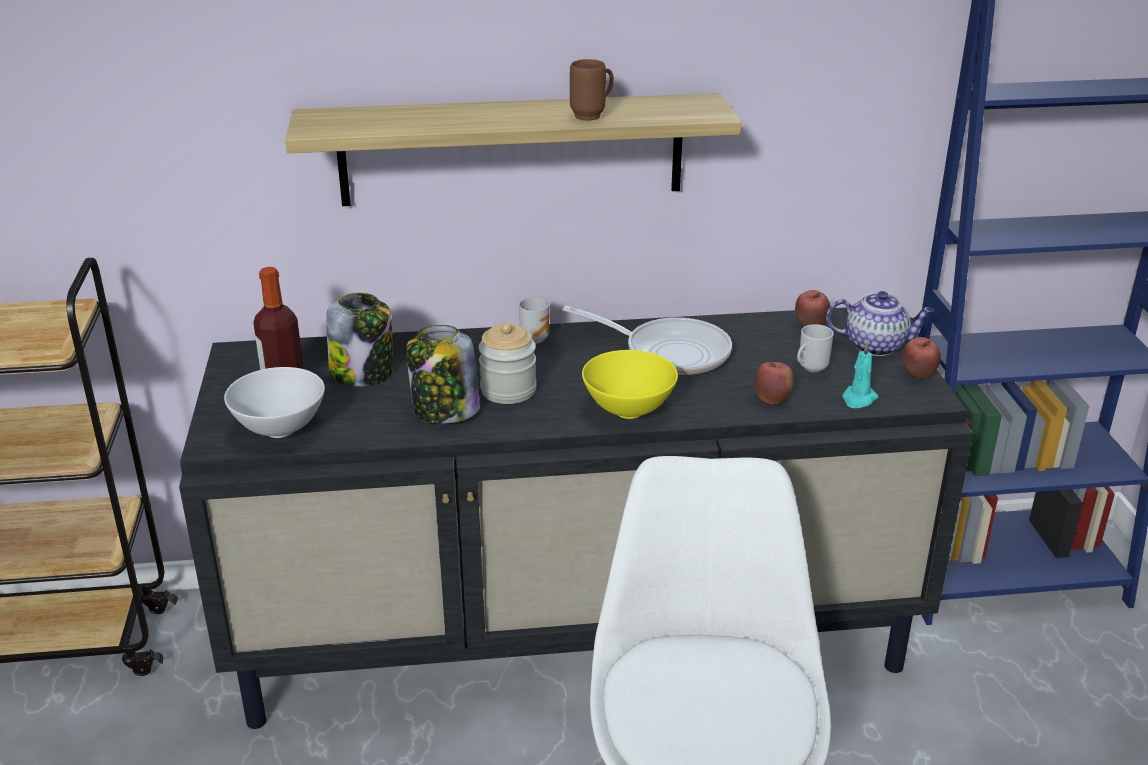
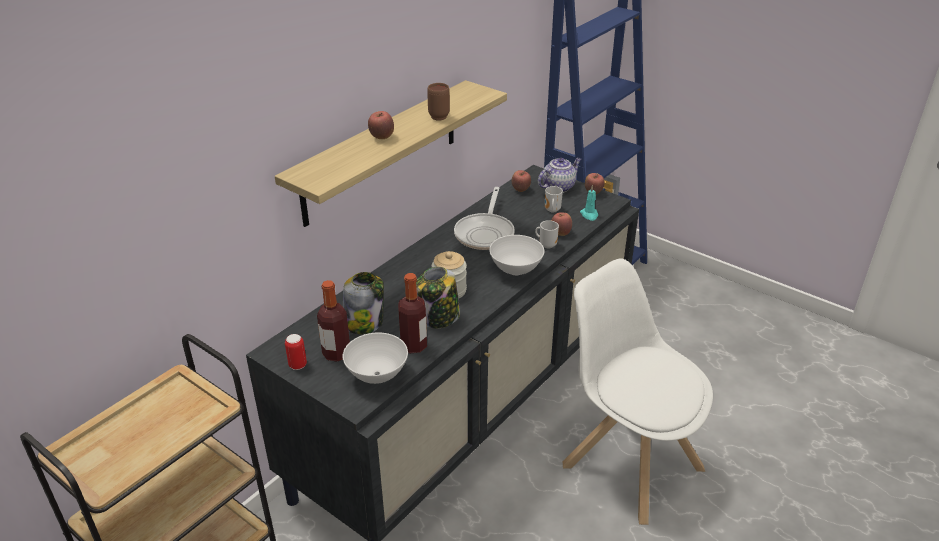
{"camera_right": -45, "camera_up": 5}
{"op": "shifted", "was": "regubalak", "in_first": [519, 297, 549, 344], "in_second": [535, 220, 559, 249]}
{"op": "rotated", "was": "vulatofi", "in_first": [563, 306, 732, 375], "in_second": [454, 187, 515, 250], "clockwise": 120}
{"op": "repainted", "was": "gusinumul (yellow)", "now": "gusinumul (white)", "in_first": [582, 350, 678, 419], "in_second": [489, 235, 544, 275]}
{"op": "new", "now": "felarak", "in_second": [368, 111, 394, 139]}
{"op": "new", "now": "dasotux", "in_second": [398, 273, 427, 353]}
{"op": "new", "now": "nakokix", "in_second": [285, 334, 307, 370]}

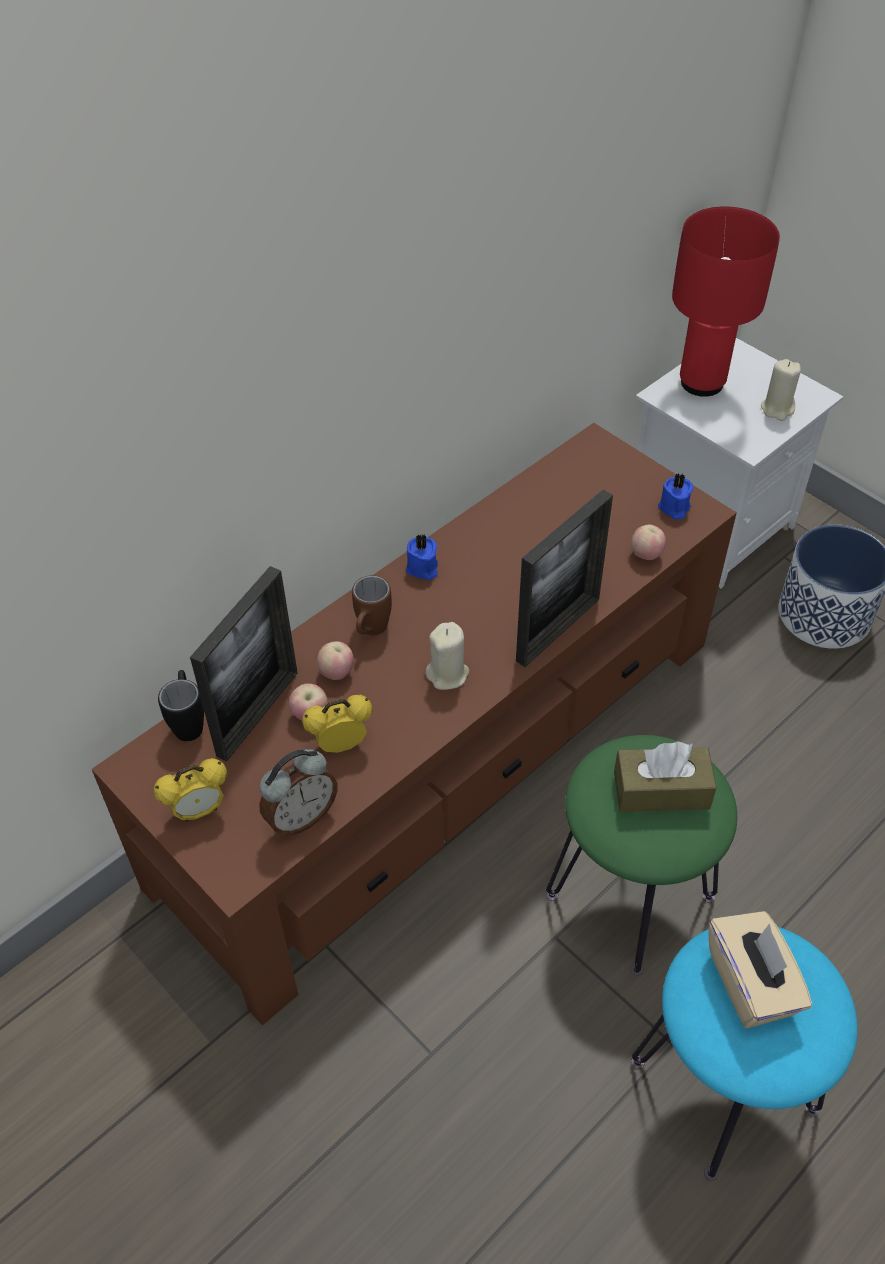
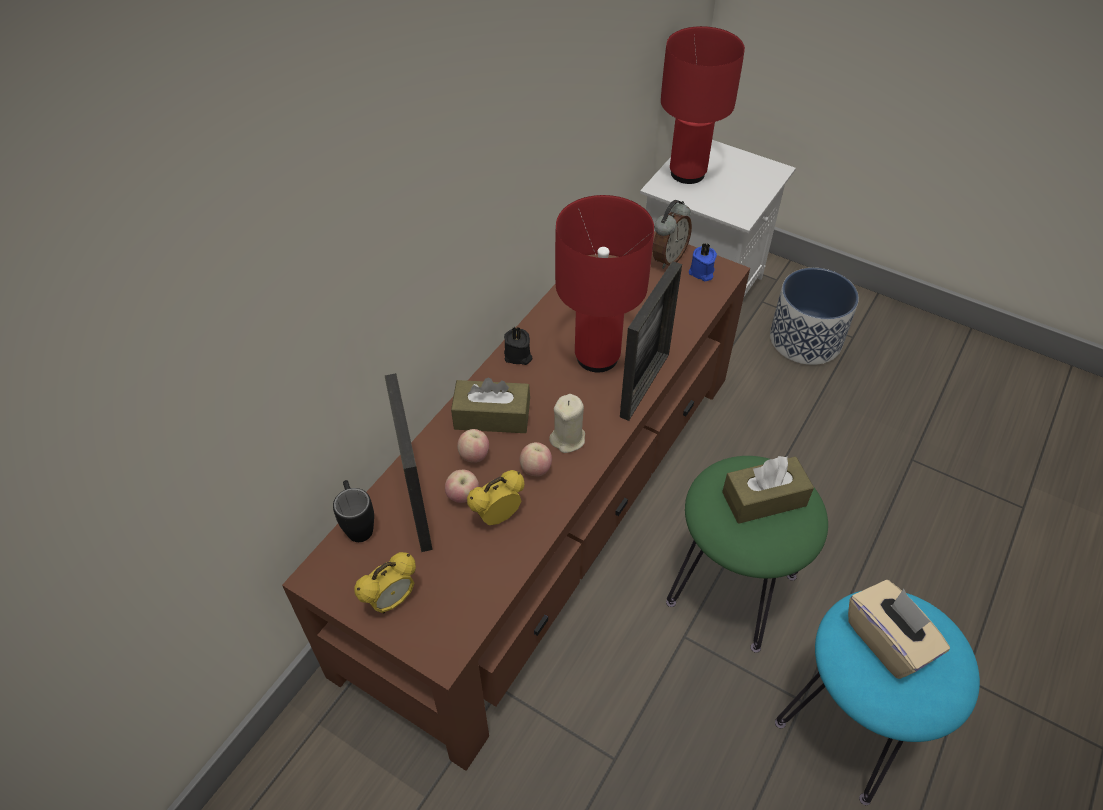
{"camera_right": -15, "camera_up": 0}
{"op": "gone", "was": "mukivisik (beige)", "in_first": [761, 359, 801, 421]}
{"op": "shifted", "was": "felarak", "in_first": [631, 525, 666, 560], "in_second": [520, 442, 552, 476]}
{"op": "repainted", "was": "mukivisik (blue)", "now": "mukivisik (black)", "in_first": [406, 534, 438, 580], "in_second": [504, 326, 532, 365]}
{"op": "rotated", "was": "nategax", "in_first": [190, 566, 298, 762], "in_second": [385, 373, 433, 552], "clockwise": 150}
{"op": "swapped", "was": "regubalak (brown)", "now": "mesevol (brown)", "in_first": [352, 575, 392, 635], "in_second": [451, 377, 530, 433]}
{"op": "shifted", "was": "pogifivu", "in_first": [259, 749, 337, 836], "in_second": [652, 200, 692, 269]}
{"op": "new", "now": "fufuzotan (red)", "in_second": [555, 195, 654, 372]}

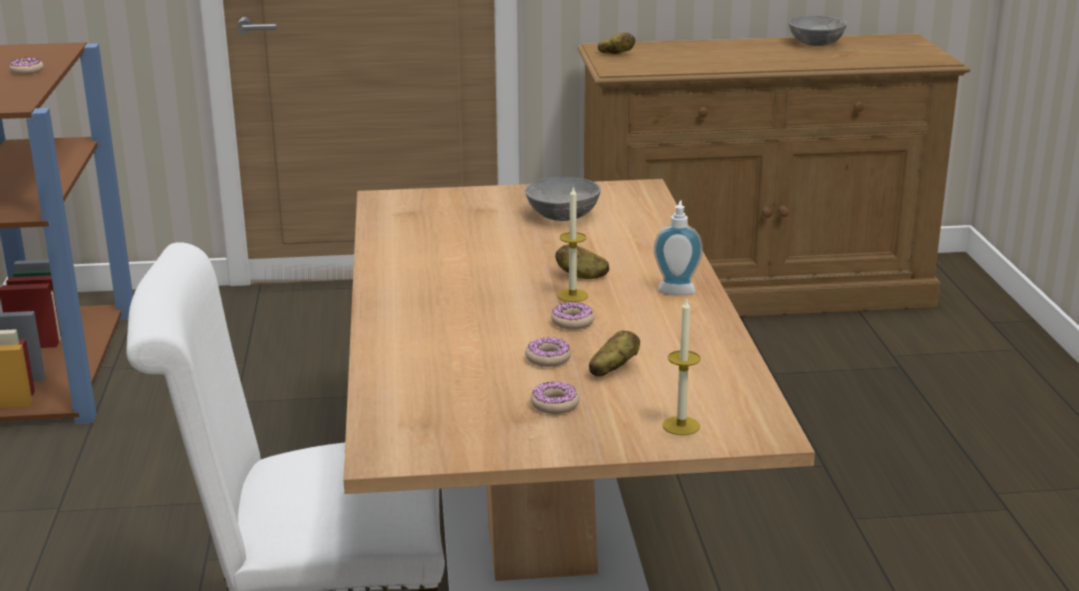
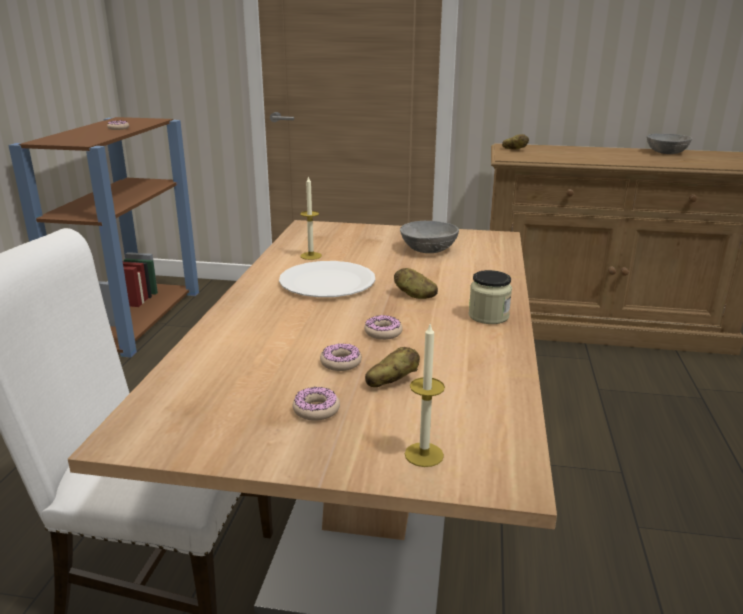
{"camera_right": 15, "camera_up": 0}
{"op": "shifted", "was": "mukivisik", "in_first": [557, 187, 588, 302], "in_second": [300, 176, 322, 260]}
{"op": "swapped", "was": "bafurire", "now": "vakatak", "in_first": [654, 201, 703, 295], "in_second": [469, 270, 512, 324]}
{"op": "new", "now": "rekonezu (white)", "in_second": [279, 261, 375, 297]}

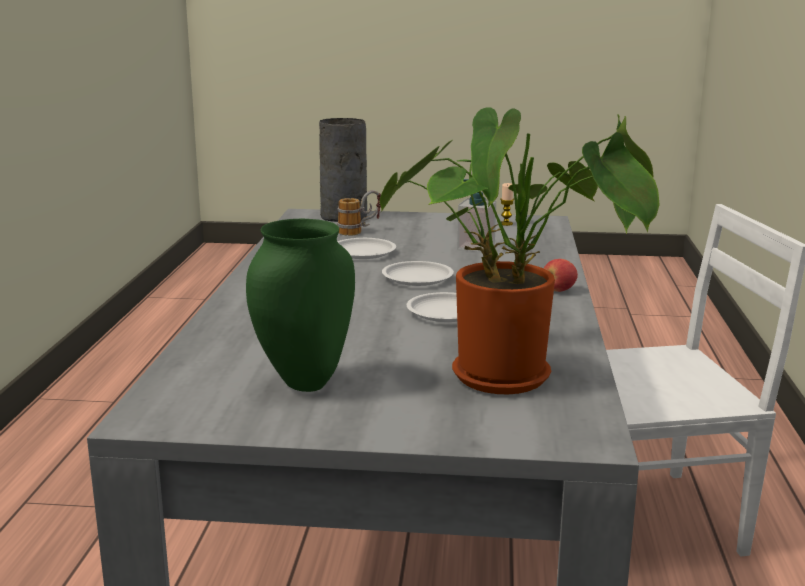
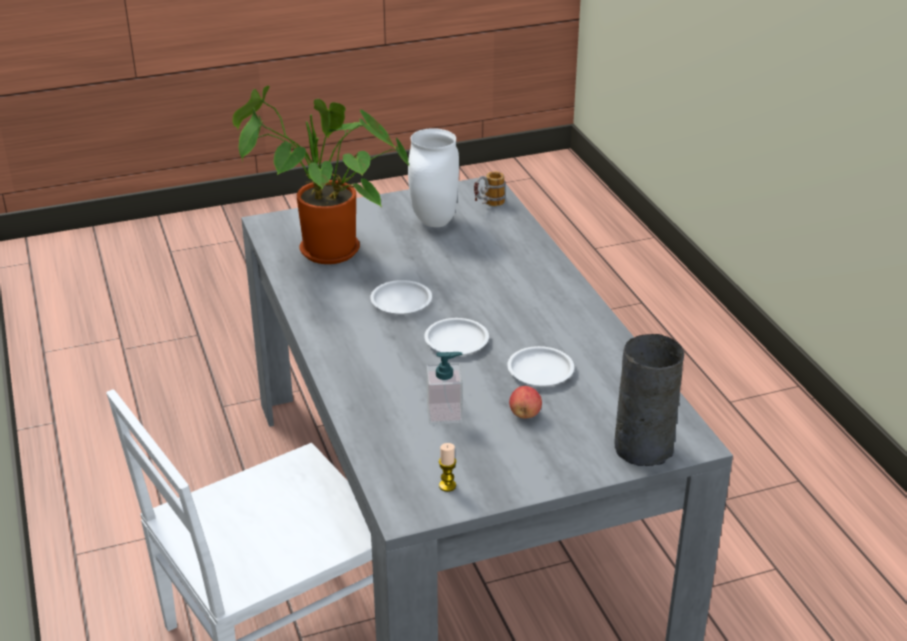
{"camera_right": 155, "camera_up": 15}
{"op": "shifted", "was": "regubalak", "in_first": [337, 190, 381, 236], "in_second": [474, 172, 506, 206]}
{"op": "repainted", "was": "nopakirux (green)", "now": "nopakirux (white)", "in_first": [246, 219, 355, 392], "in_second": [408, 128, 459, 227]}
{"op": "shifted", "was": "felarak", "in_first": [544, 259, 578, 292], "in_second": [509, 386, 542, 419]}

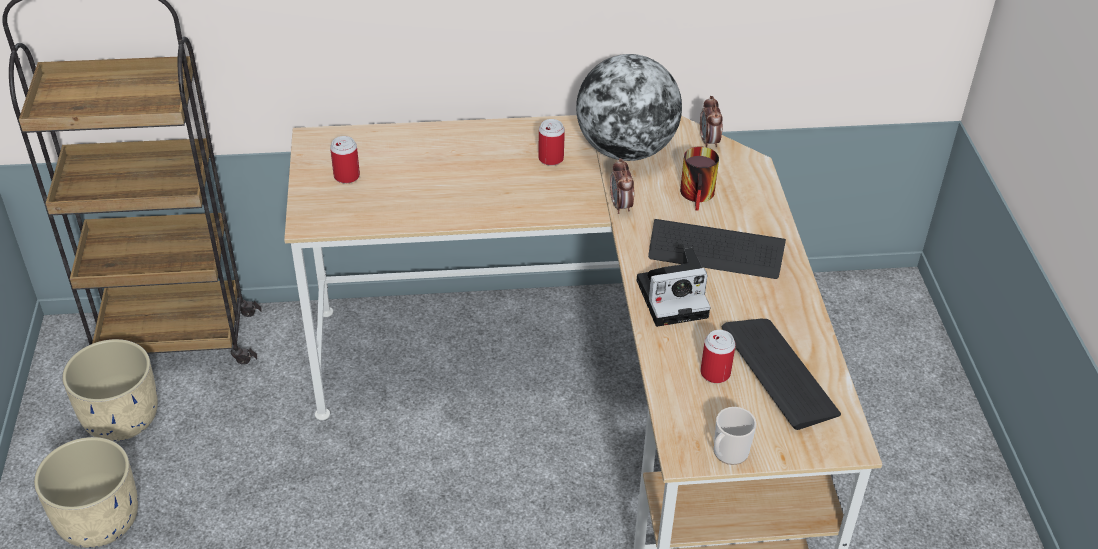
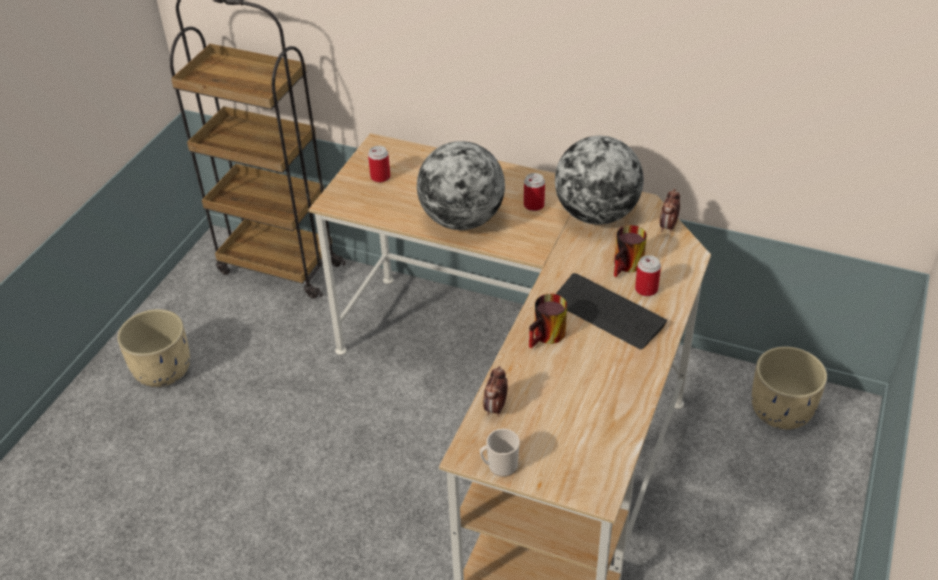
{"camera_right": 30, "camera_up": 0}
{"op": "shifted", "was": "pogifivu", "in_first": [610, 158, 634, 214], "in_second": [483, 366, 508, 416]}
{"op": "swapped", "was": "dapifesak", "now": "regubalak", "in_first": [637, 248, 710, 327], "in_second": [529, 294, 567, 348]}
{"op": "gone", "was": "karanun", "in_first": [722, 319, 841, 430]}
{"op": "shifted", "was": "nakokix", "in_first": [700, 330, 736, 383], "in_second": [635, 255, 661, 296]}
{"op": "shifted", "was": "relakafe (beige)", "in_first": [62, 339, 158, 441], "in_second": [752, 346, 827, 429]}
{"op": "new", "now": "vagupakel", "in_second": [417, 141, 505, 230]}

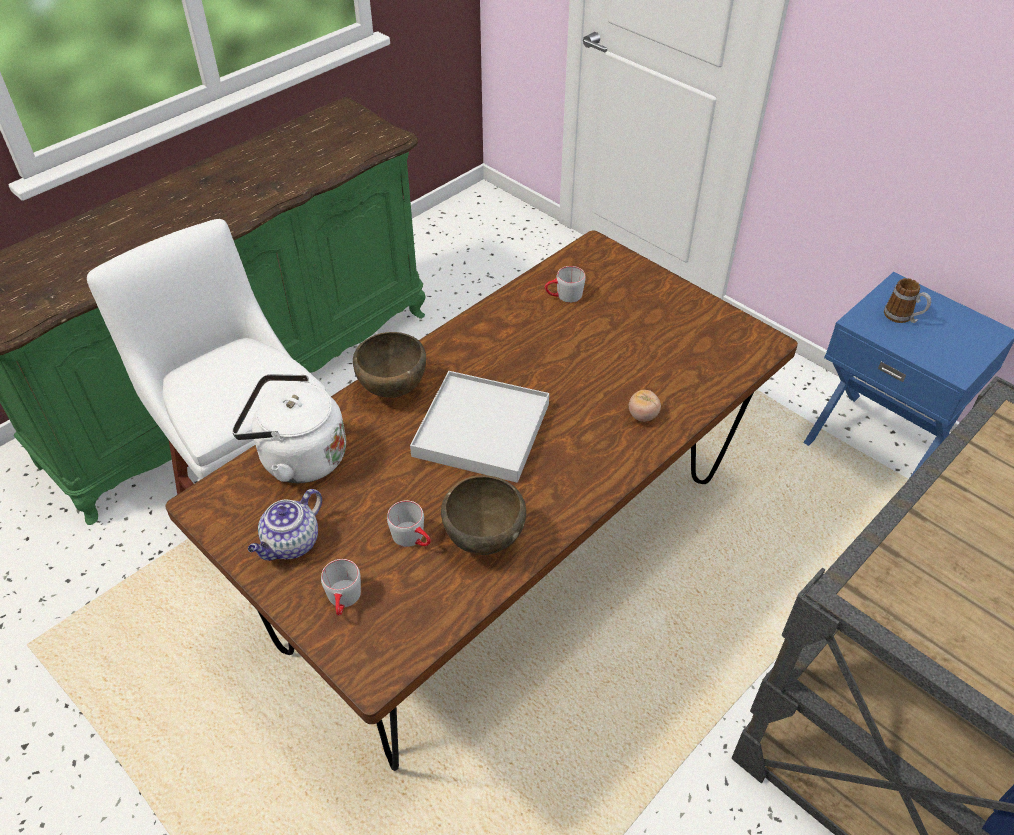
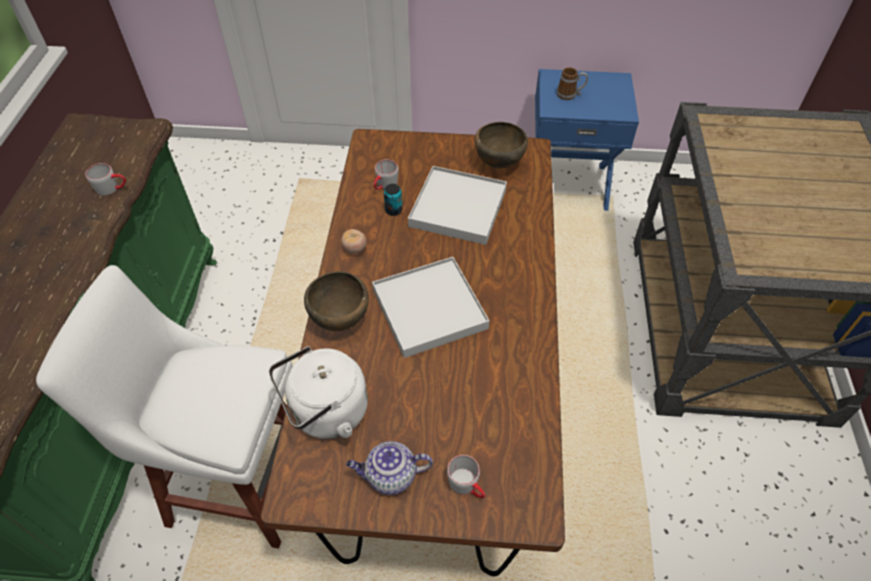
{"camera_right": -40, "camera_up": 5}
{"op": "shifted", "was": "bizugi", "in_first": [629, 390, 661, 422], "in_second": [341, 229, 367, 254]}
{"op": "shifted", "was": "gusinumul (brown)", "in_first": [441, 475, 526, 555], "in_second": [475, 122, 528, 168]}
{"op": "rotated", "was": "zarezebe", "in_first": [248, 489, 322, 561], "in_second": [346, 441, 433, 495], "clockwise": 90}
{"op": "shifted", "was": "regubalak (grey)", "in_first": [387, 500, 431, 547], "in_second": [86, 163, 126, 196]}
{"op": "new", "now": "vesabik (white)", "in_second": [408, 166, 507, 245]}
{"op": "new", "now": "nakokix", "in_second": [384, 184, 402, 216]}

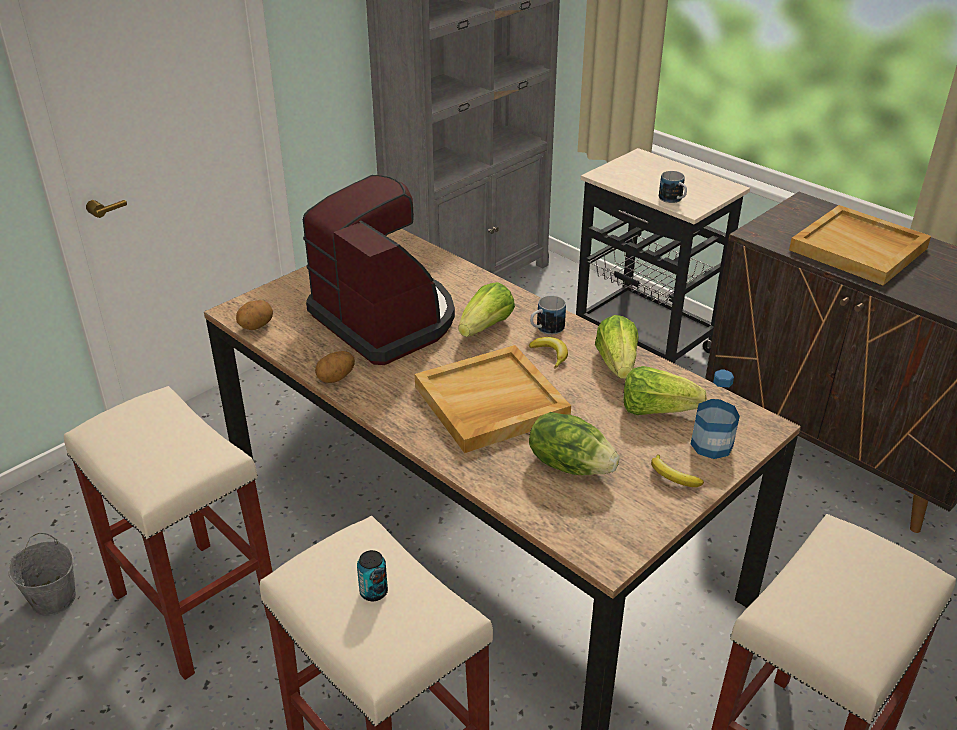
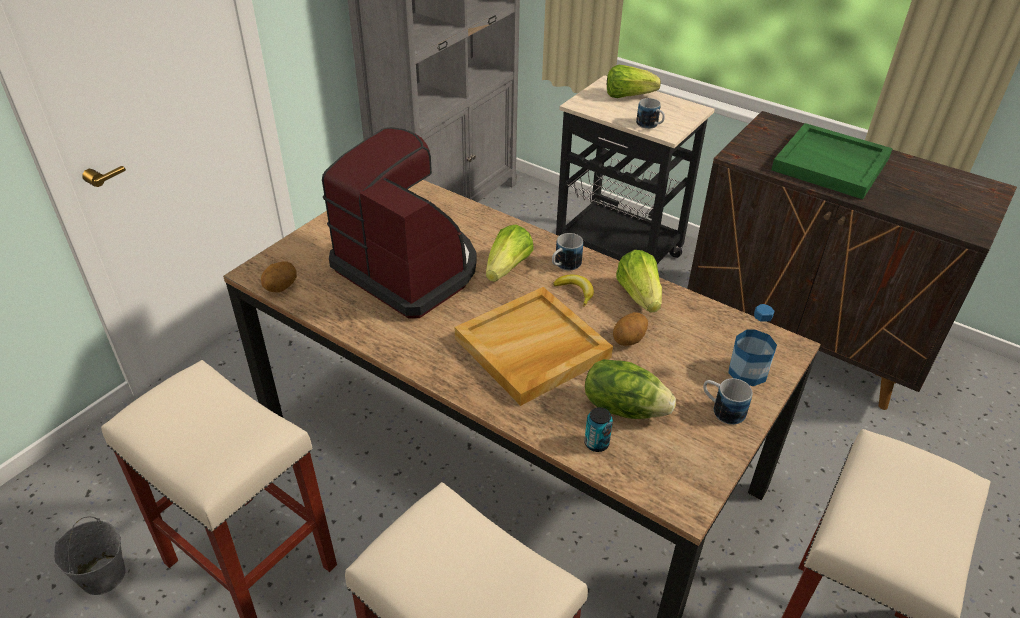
{"camera_right": -10, "camera_up": 5}
{"op": "repainted", "was": "vesabik (beige)", "now": "vesabik (green)", "in_first": [789, 205, 931, 286], "in_second": [771, 123, 893, 199]}
{"op": "shifted", "was": "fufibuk", "in_first": [315, 351, 355, 383], "in_second": [613, 312, 648, 346]}
{"op": "shifted", "was": "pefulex", "in_first": [623, 366, 707, 415], "in_second": [607, 65, 661, 98]}
{"op": "swapped", "was": "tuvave", "now": "regubalak", "in_first": [651, 454, 704, 487], "in_second": [703, 378, 753, 425]}
{"op": "shifted", "was": "nakokix", "in_first": [357, 550, 388, 601], "in_second": [584, 407, 613, 452]}

